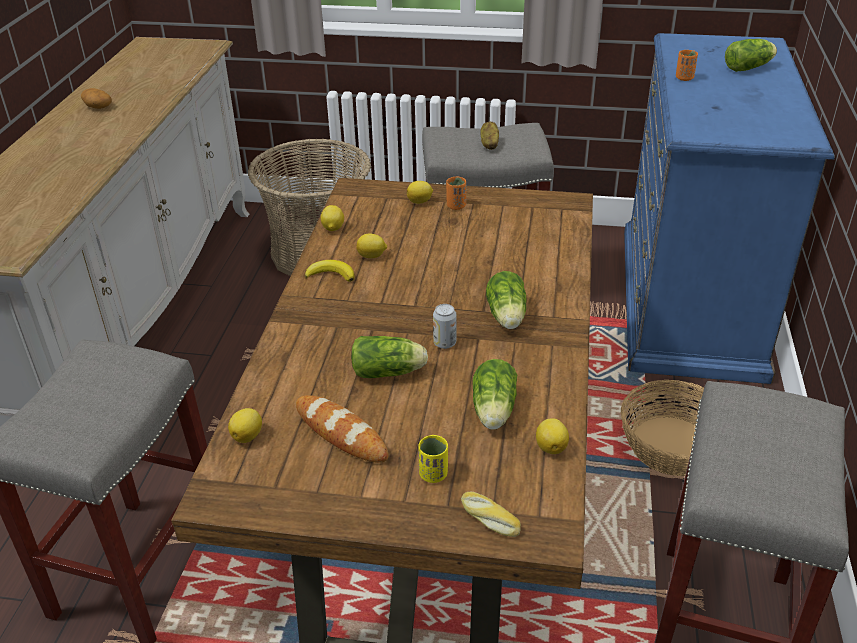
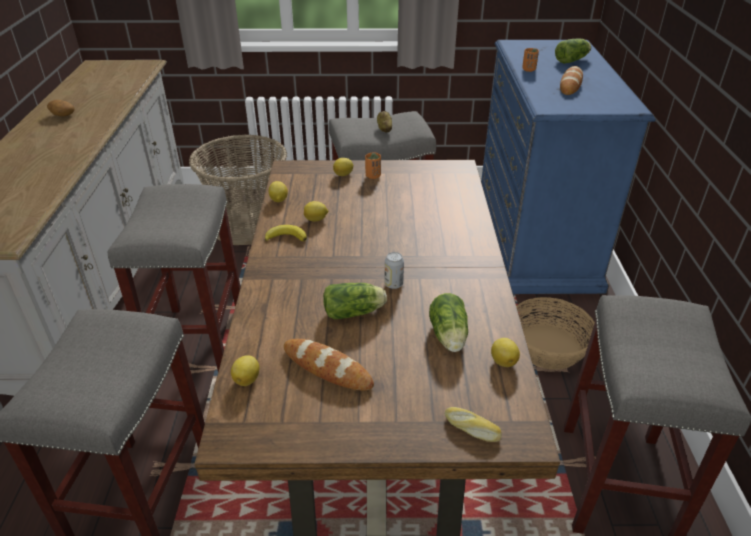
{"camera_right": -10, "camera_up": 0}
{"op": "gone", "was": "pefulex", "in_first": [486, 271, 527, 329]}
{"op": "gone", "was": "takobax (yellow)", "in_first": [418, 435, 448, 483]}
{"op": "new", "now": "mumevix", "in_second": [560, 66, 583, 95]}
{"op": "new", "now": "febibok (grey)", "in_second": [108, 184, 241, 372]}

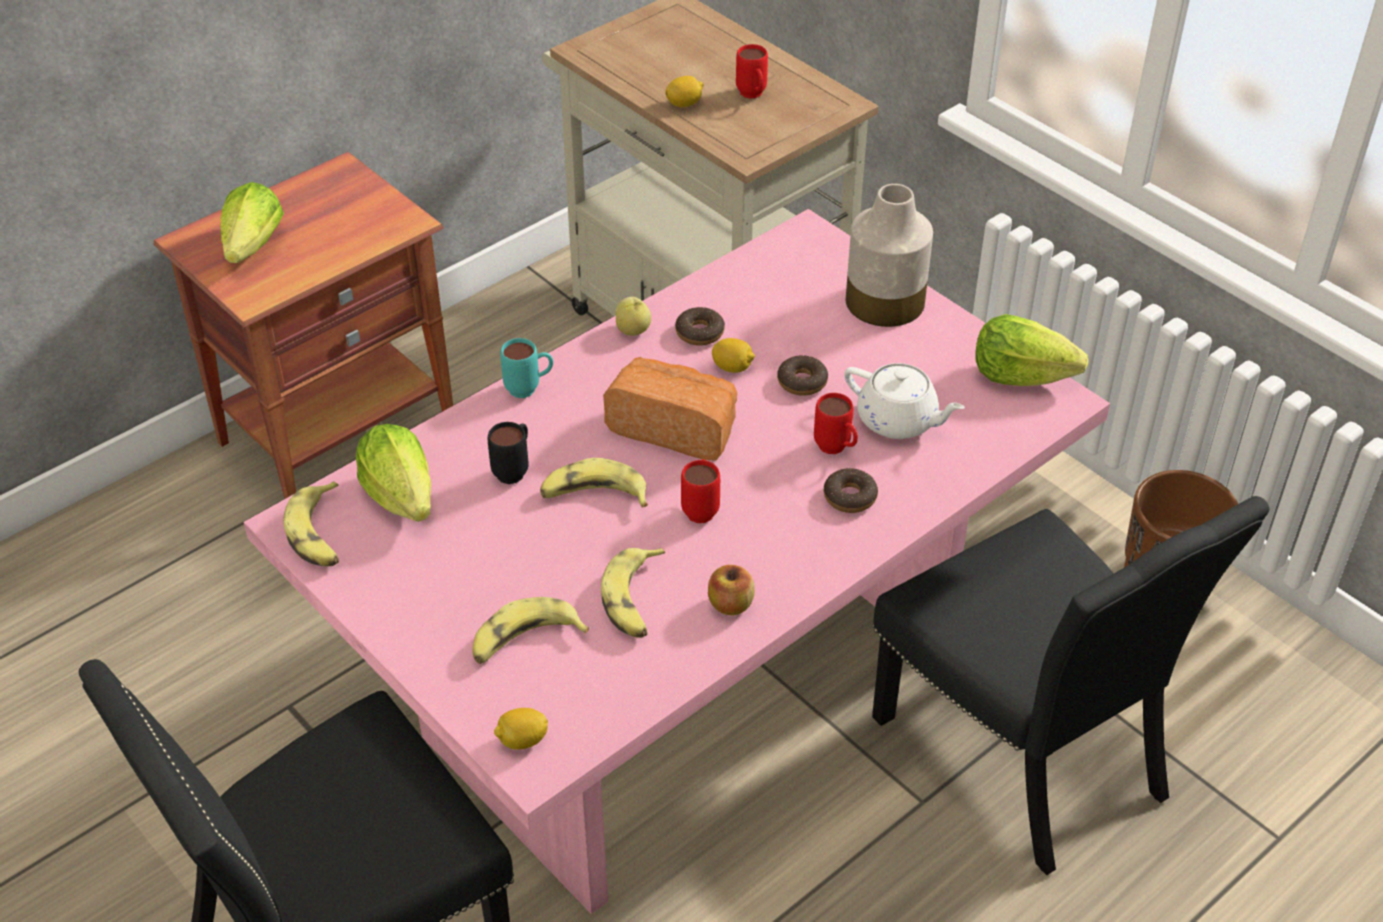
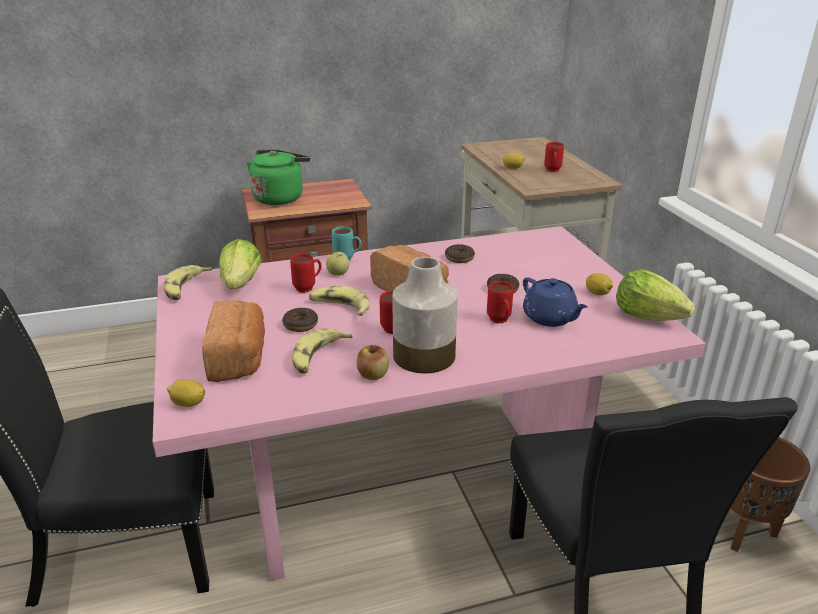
{"camera_right": 25, "camera_up": -15}
{"op": "swapped", "was": "pefulex", "now": "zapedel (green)", "in_first": [221, 182, 284, 263], "in_second": [247, 149, 310, 205]}
{"op": "shifted", "was": "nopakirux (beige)", "in_first": [846, 184, 933, 327], "in_second": [392, 257, 458, 373]}
{"op": "shifted", "was": "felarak", "in_first": [615, 297, 651, 336], "in_second": [326, 252, 349, 276]}
{"op": "shifted", "was": "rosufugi", "in_first": [712, 338, 755, 373], "in_second": [586, 273, 613, 295]}
{"op": "repainted", "was": "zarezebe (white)", "now": "zarezebe (blue)", "in_first": [844, 363, 965, 439], "in_second": [523, 277, 588, 327]}
{"op": "repainted", "was": "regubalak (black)", "now": "regubalak (red)", "in_first": [487, 422, 529, 484], "in_second": [290, 254, 321, 293]}
{"op": "shifted", "was": "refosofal", "in_first": [824, 468, 878, 513], "in_second": [282, 307, 318, 332]}
{"op": "swapped", "was": "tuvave", "now": "mumevix", "in_first": [472, 597, 589, 664], "in_second": [202, 300, 265, 382]}

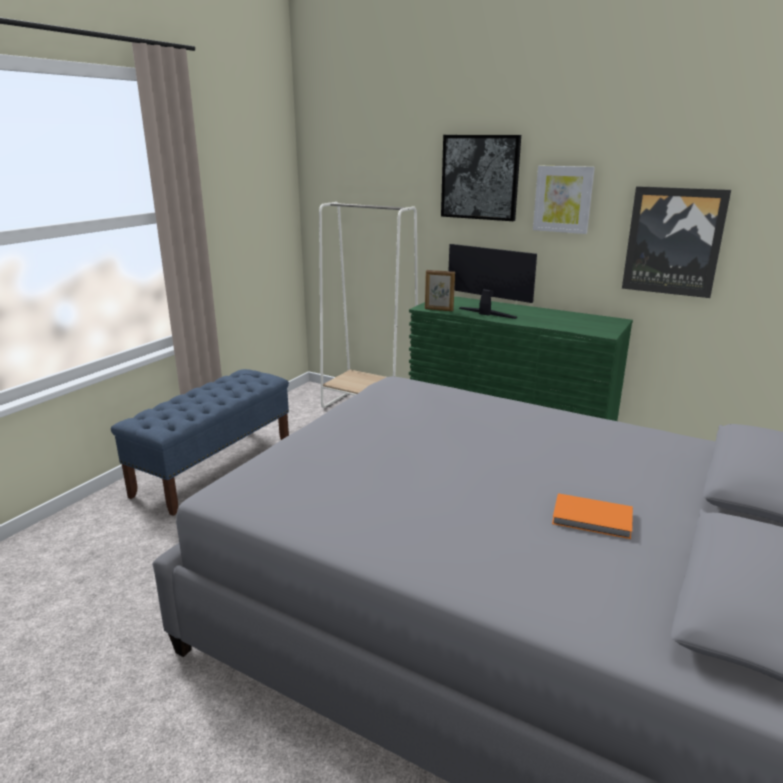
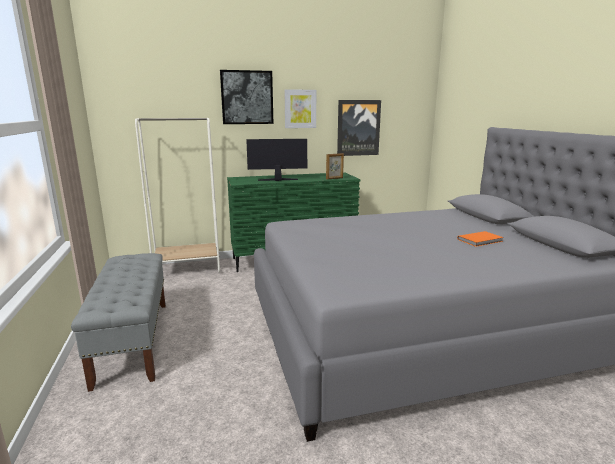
{"camera_right": -45, "camera_up": -5}
{"op": "shifted", "was": "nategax", "in_first": [425, 270, 455, 311], "in_second": [326, 153, 344, 179]}
{"op": "repainted", "was": "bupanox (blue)", "now": "bupanox (grey)", "in_first": [111, 369, 289, 516], "in_second": [71, 253, 166, 392]}

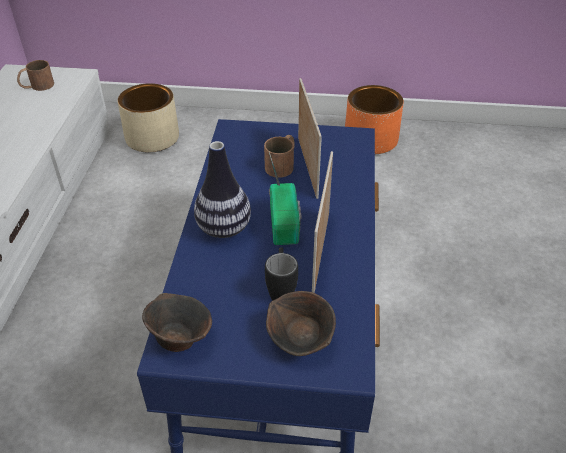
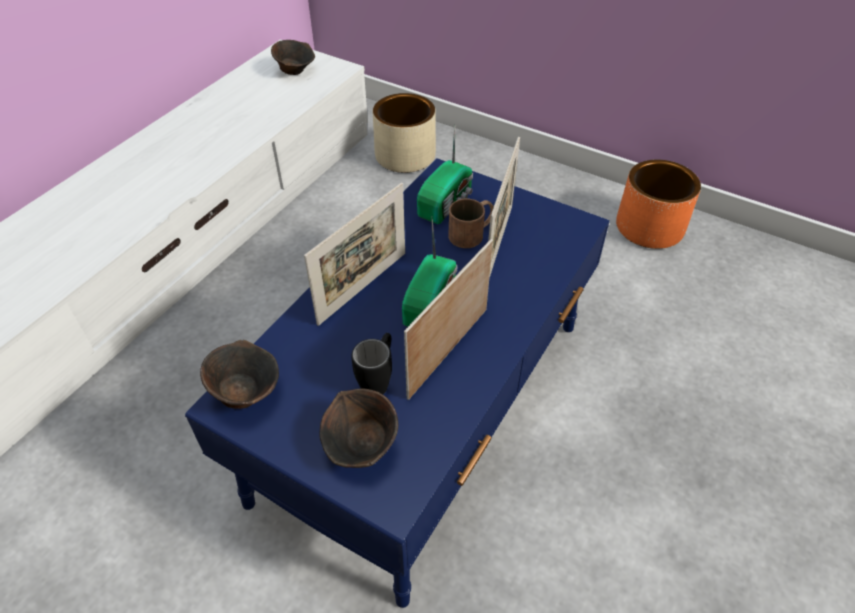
{"camera_right": 25, "camera_up": 5}
{"op": "swapped", "was": "regubalak (brown)", "now": "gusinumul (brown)", "in_first": [17, 60, 54, 91], "in_second": [271, 40, 315, 75]}
{"op": "swapped", "was": "nopakirux", "now": "nategax", "in_first": [194, 141, 251, 238], "in_second": [304, 182, 405, 326]}
{"op": "new", "now": "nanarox", "in_second": [417, 126, 473, 224]}

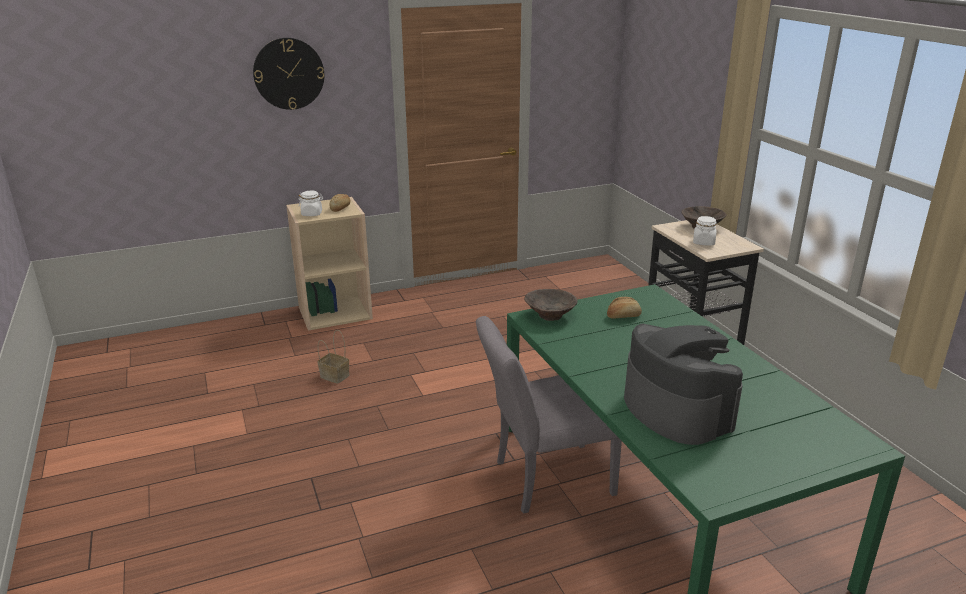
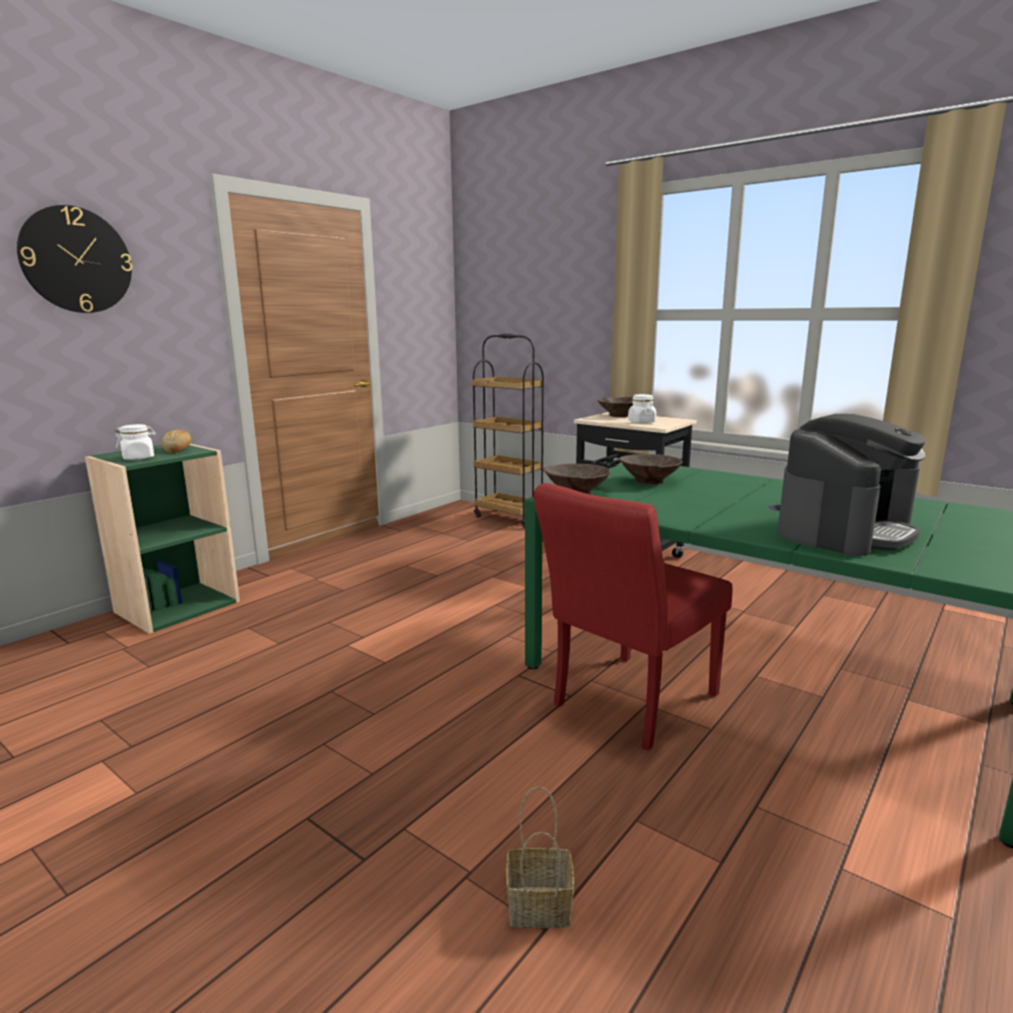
{"camera_right": -30, "camera_up": -10}
{"op": "repainted", "was": "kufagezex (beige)", "now": "kufagezex (green)", "in_first": [286, 197, 373, 331], "in_second": [85, 444, 240, 634]}
{"op": "swapped", "was": "mumevix", "now": "gusinumul (brown)", "in_first": [607, 297, 642, 319], "in_second": [619, 454, 683, 485]}
{"op": "repainted", "was": "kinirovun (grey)", "now": "kinirovun (red)", "in_first": [476, 316, 622, 514], "in_second": [534, 483, 733, 751]}
{"op": "rotated", "was": "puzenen", "in_first": [624, 324, 743, 445], "in_second": [777, 414, 925, 556], "clockwise": 105}
{"op": "shifted", "was": "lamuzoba", "in_first": [317, 330, 349, 384], "in_second": [506, 787, 574, 928]}
{"op": "new", "now": "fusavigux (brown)", "in_second": [472, 334, 544, 529]}

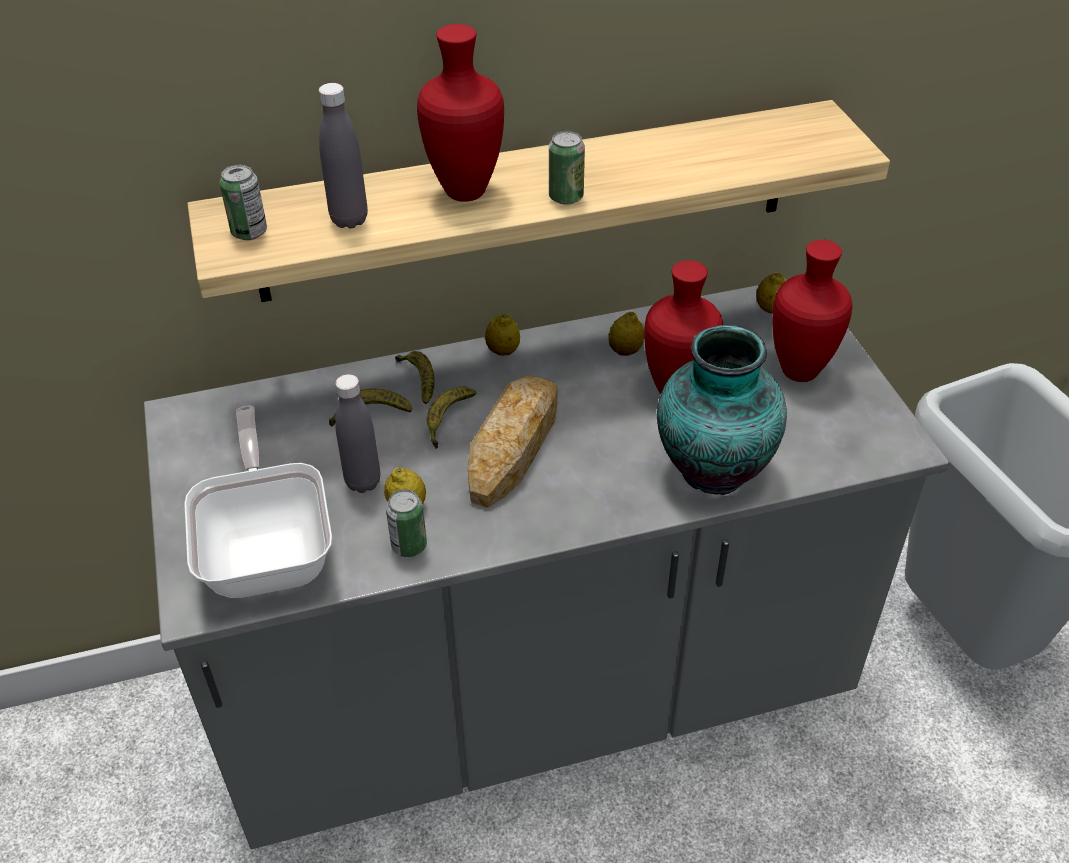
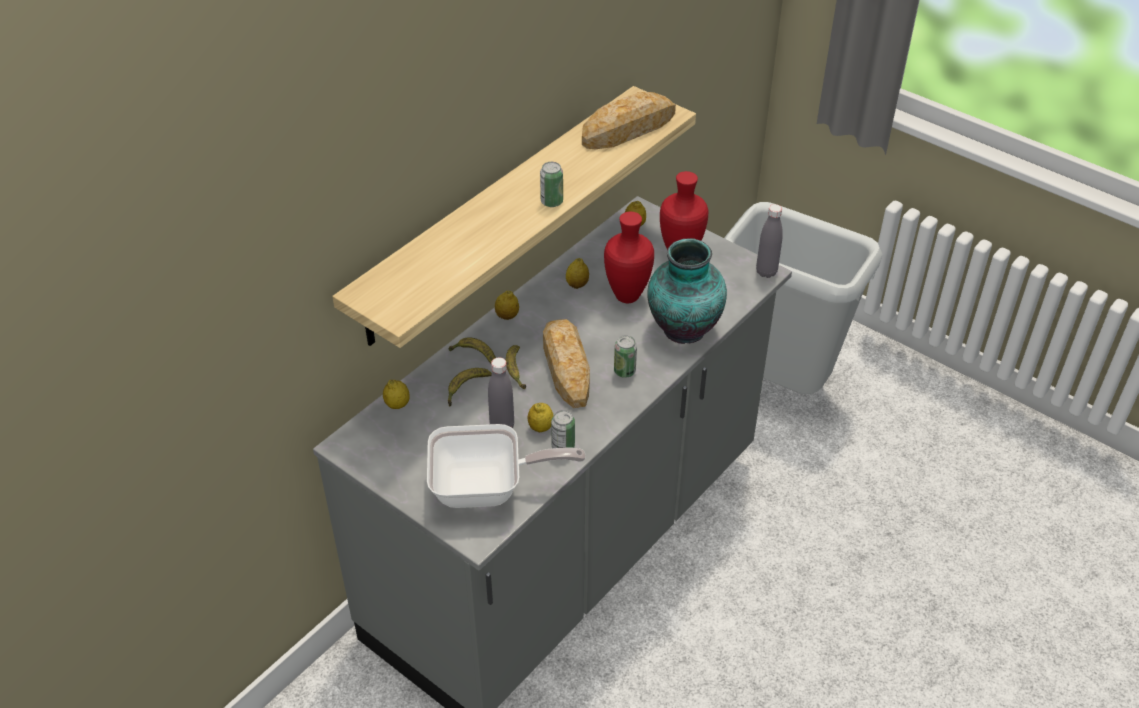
{"camera_right": -35, "camera_up": 0}
{"op": "gone", "was": "nopakirux (red)", "in_first": [417, 24, 504, 202]}
{"op": "shifted", "was": "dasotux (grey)", "in_first": [319, 83, 368, 229], "in_second": [756, 204, 783, 278]}
{"op": "shifted", "was": "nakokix", "in_first": [220, 165, 267, 240], "in_second": [614, 335, 637, 378]}
{"op": "rotated", "was": "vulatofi", "in_first": [184, 405, 332, 598], "in_second": [427, 424, 586, 508], "clockwise": 135}
{"op": "new", "now": "mumevix", "in_second": [582, 92, 676, 149]}
{"op": "new", "now": "rosufugi", "in_second": [383, 380, 410, 409]}

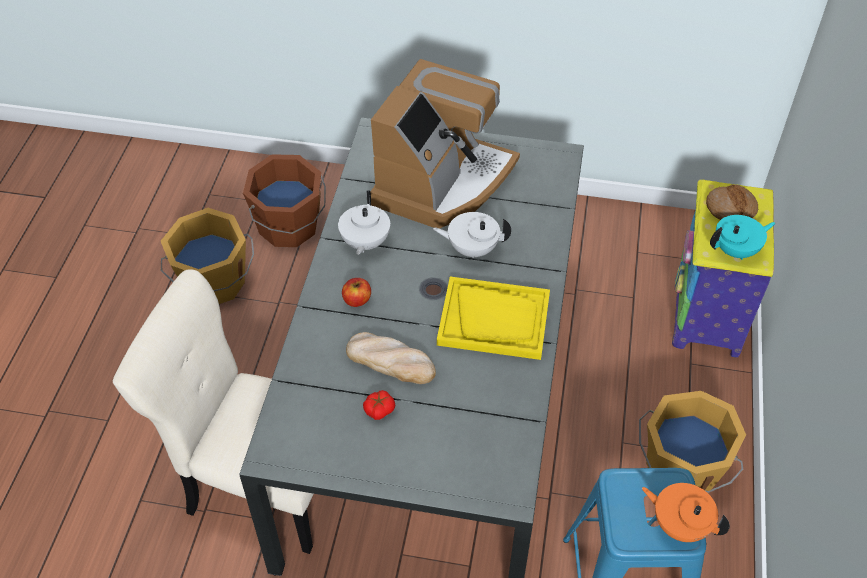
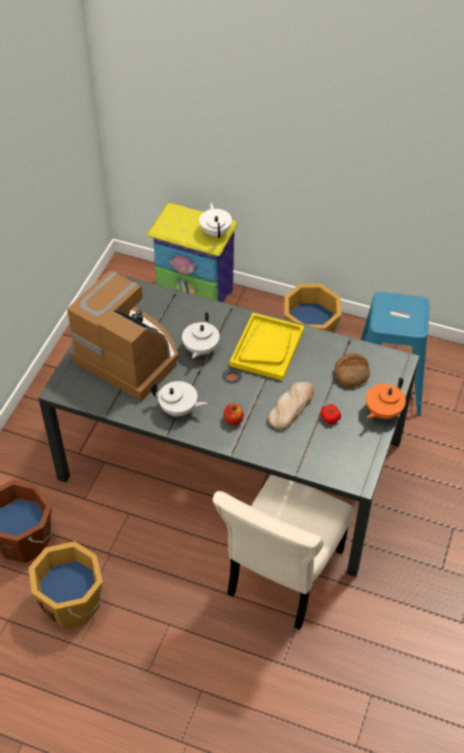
{"camera_right": -80, "camera_up": 0}
{"op": "shifted", "was": "mumevix", "in_first": [706, 185, 758, 220], "in_second": [334, 353, 370, 387]}
{"op": "repainted", "was": "zarezebe (turquoise)", "now": "zarezebe (white)", "in_first": [710, 215, 776, 260], "in_second": [199, 203, 232, 238]}
{"op": "shifted", "was": "zarezebe (orange)", "in_first": [642, 483, 730, 542], "in_second": [366, 377, 406, 419]}

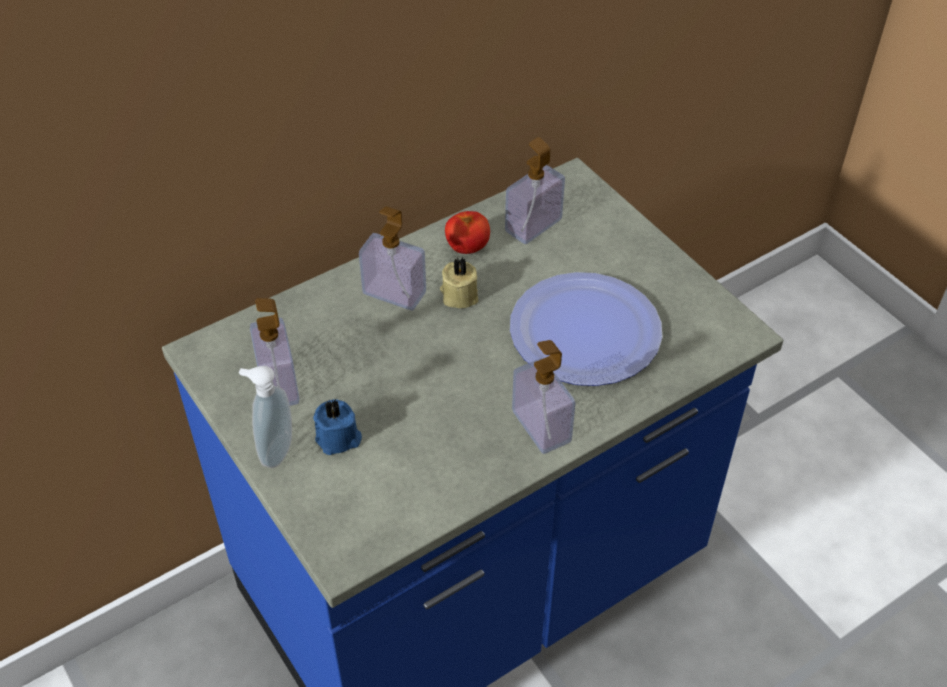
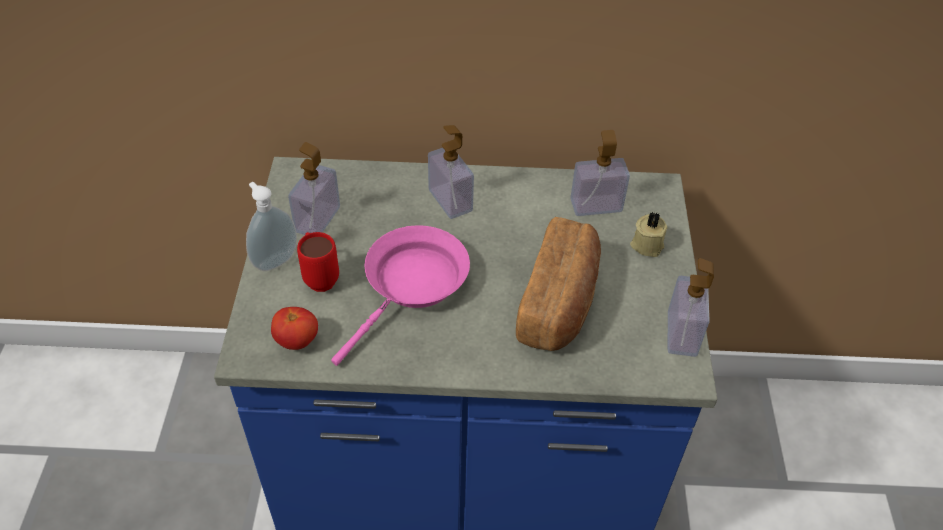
{"camera_right": 35, "camera_up": 0}
{"op": "shifted", "was": "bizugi", "in_first": [445, 211, 490, 254], "in_second": [271, 307, 318, 350]}
{"op": "shifted", "was": "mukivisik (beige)", "in_first": [440, 258, 478, 308], "in_second": [630, 212, 667, 257]}
{"op": "swapped", "was": "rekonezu", "now": "mumevix", "in_first": [510, 272, 662, 386], "in_second": [516, 217, 601, 351]}
{"op": "shifted", "was": "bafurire", "in_first": [512, 340, 576, 454], "in_second": [668, 258, 714, 357]}
{"op": "swapped", "was": "mukivisik (blue)", "now": "regubalak (red)", "in_first": [313, 399, 362, 455], "in_second": [297, 232, 339, 292]}
{"op": "new", "now": "vulatofi (pink)", "in_second": [331, 225, 470, 366]}

